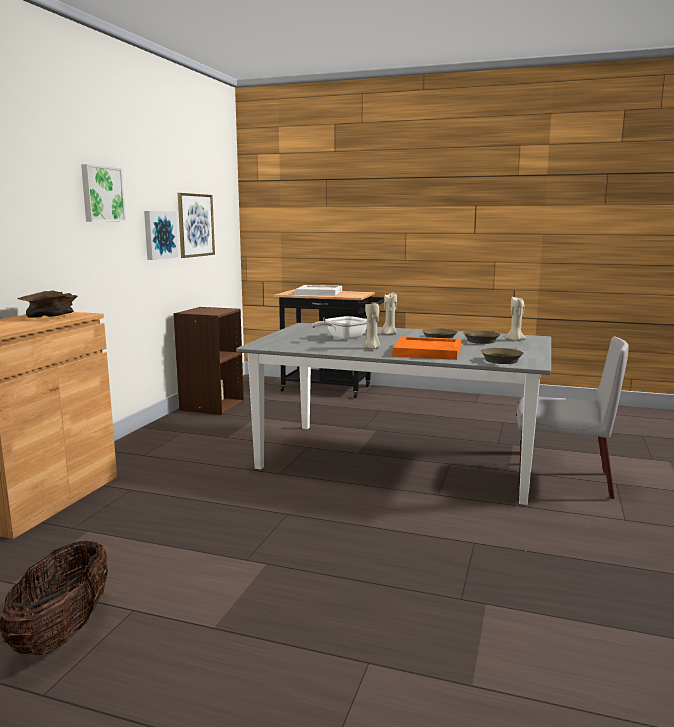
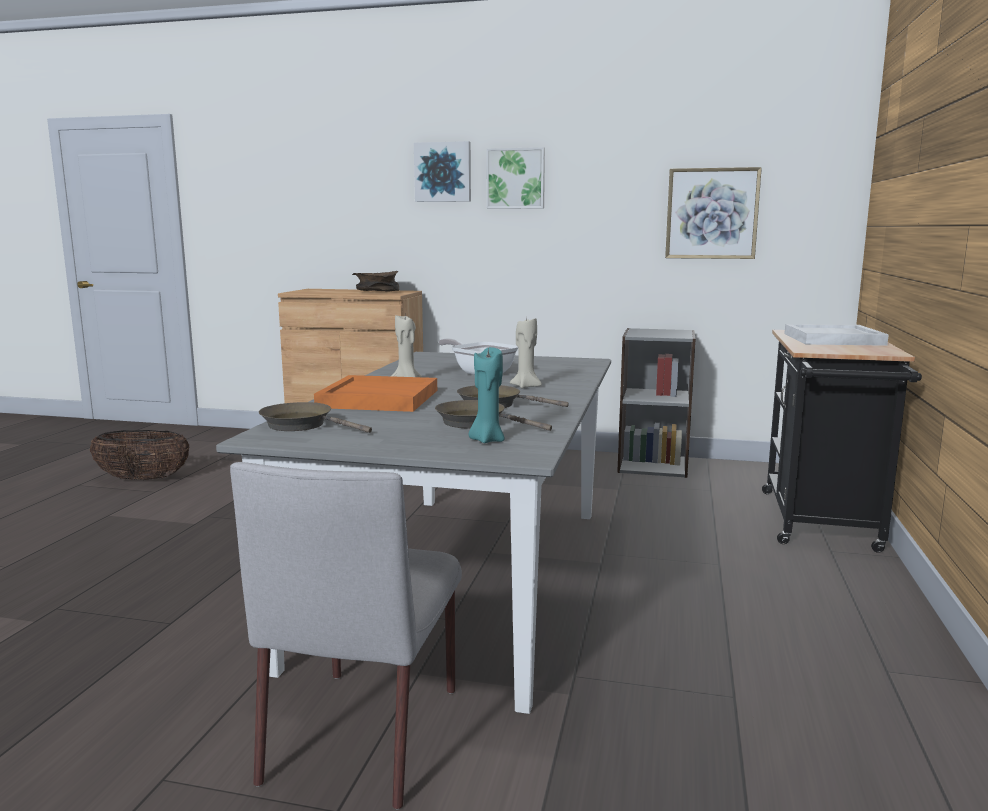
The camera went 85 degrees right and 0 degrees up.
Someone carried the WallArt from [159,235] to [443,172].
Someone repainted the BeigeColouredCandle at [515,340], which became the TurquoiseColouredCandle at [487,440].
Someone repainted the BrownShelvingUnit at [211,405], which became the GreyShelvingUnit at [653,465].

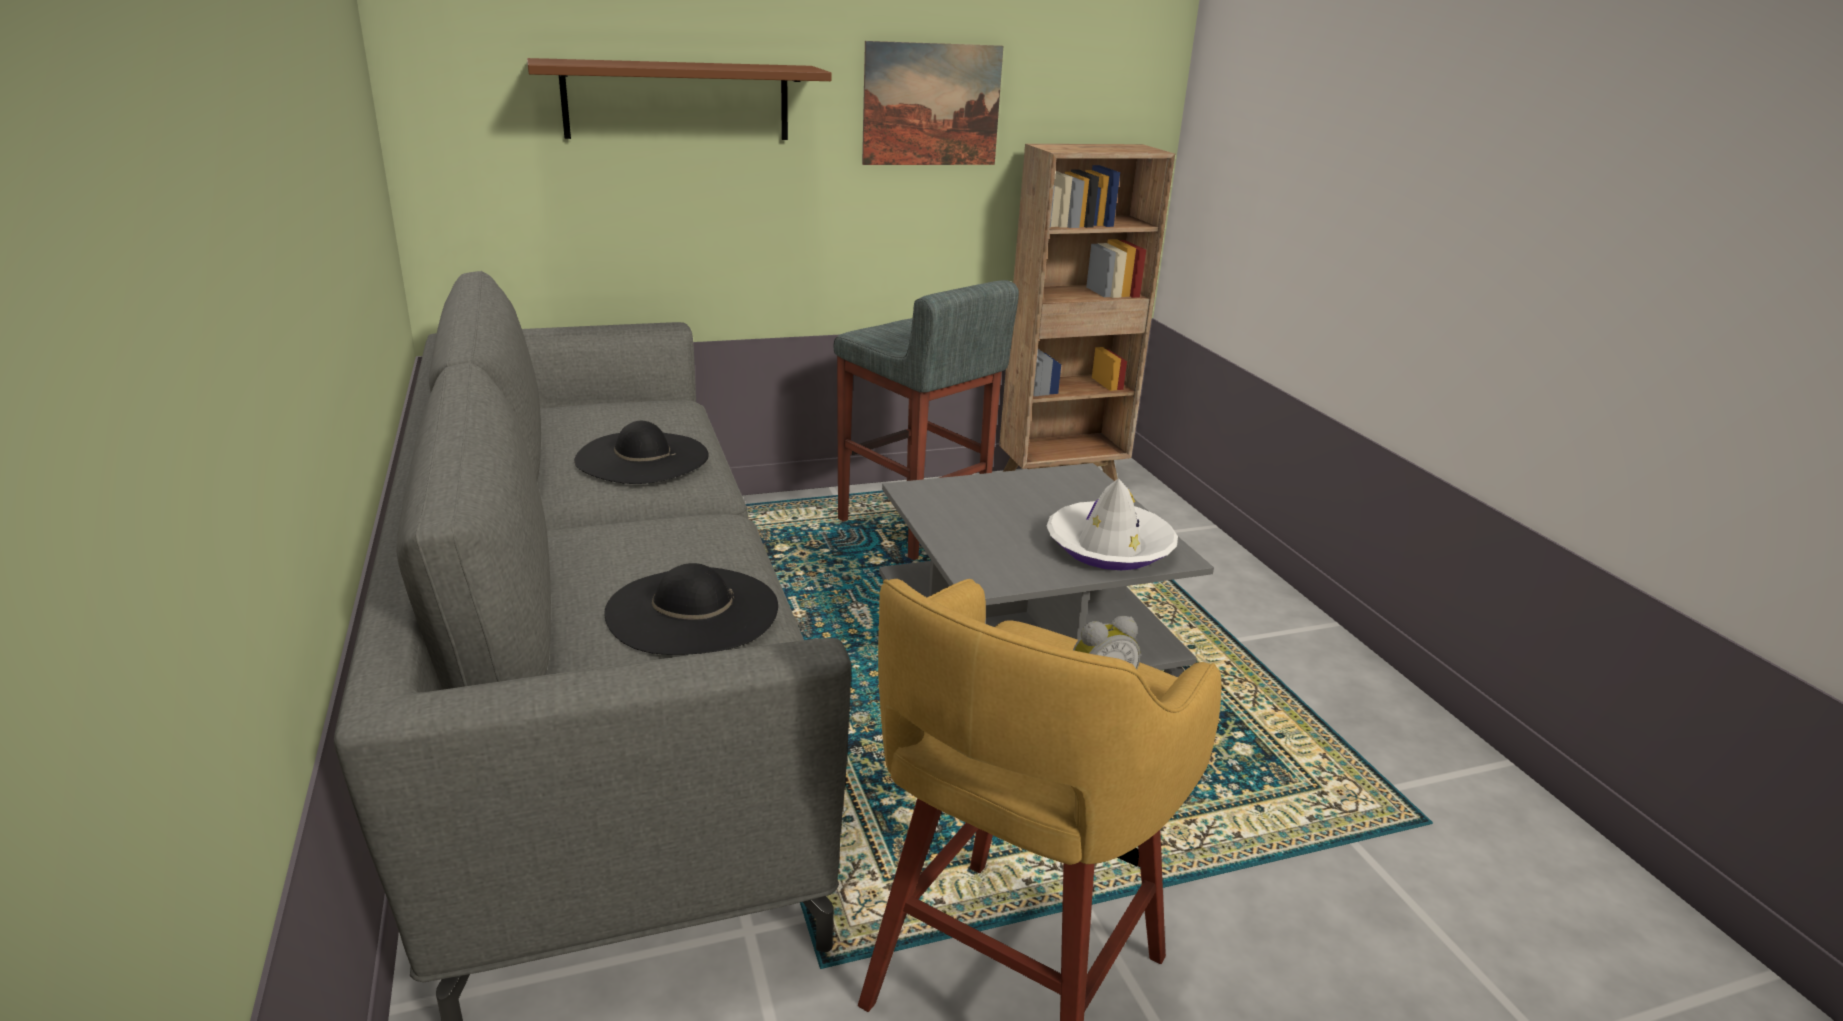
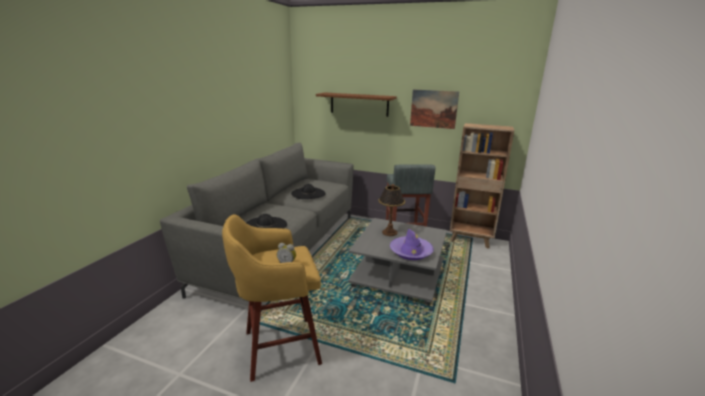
The camera went 40 degrees right and 5 degrees down.
Someone repainted the WhitishClothingHat at [1109,547], which became the PurplishClothingHat at [411,252].
Someone put down the TableLamp at [389,232].

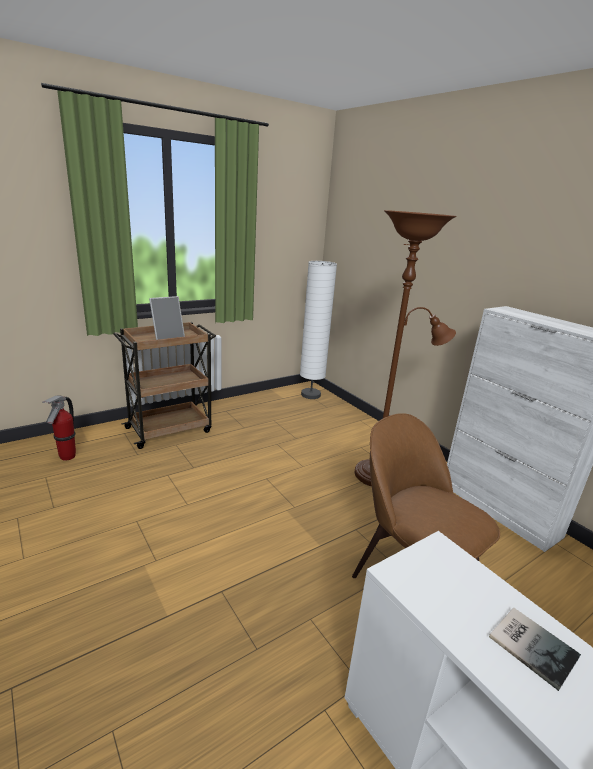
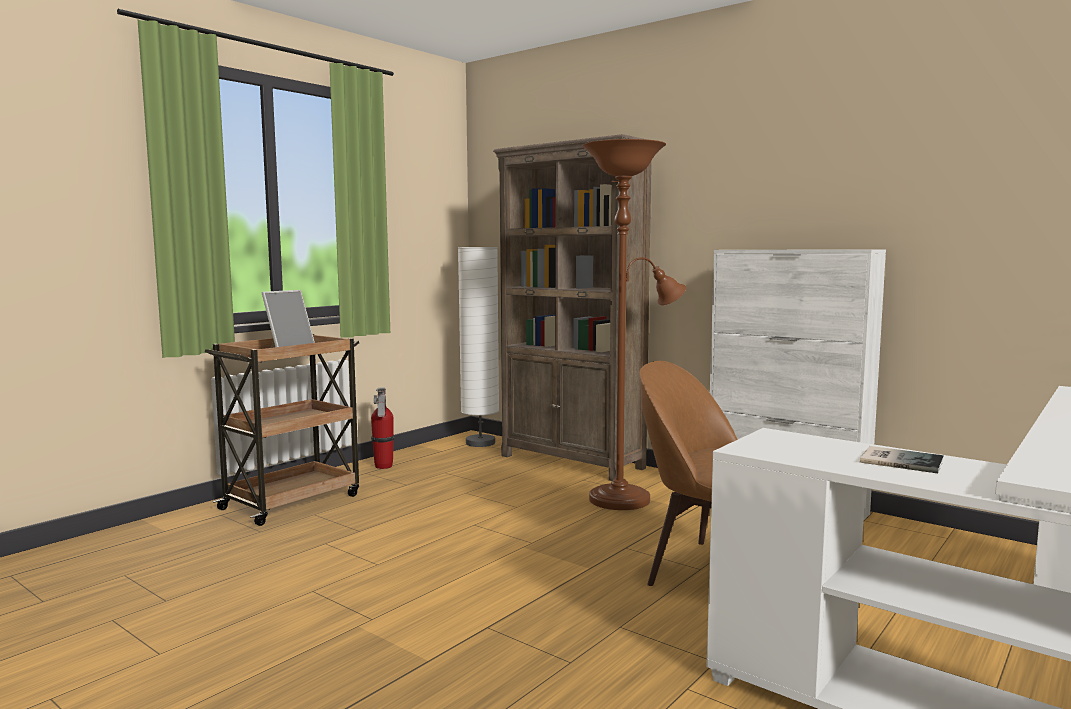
The camera went 15 degrees left and 15 degrees down.
Someone carried the FireExtinguisher from [67,457] to [383,466].
Someone put down the BrownShelvingUnit at [572,462].

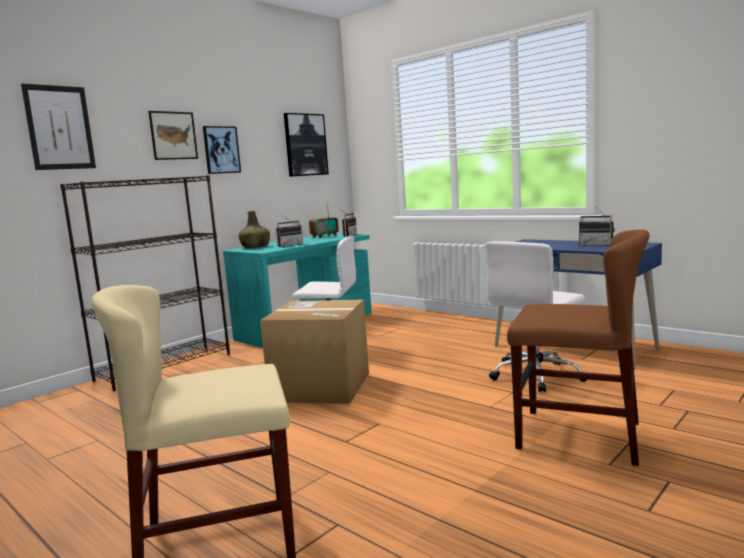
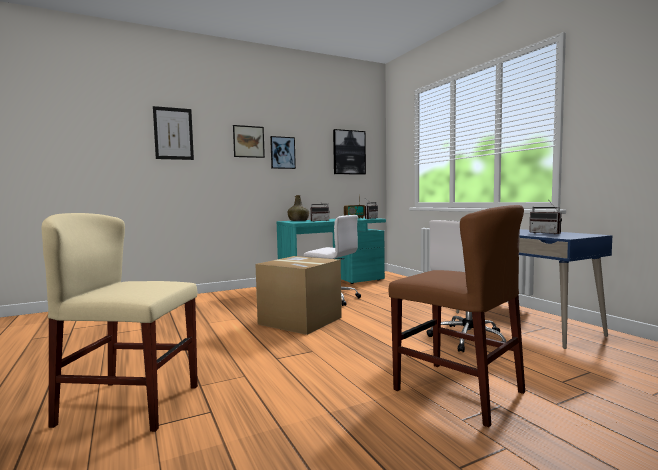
The camera went 20 degrees right and 5 degrees down.
Someone took away the BlackColouredShelvingUnit at [165,366].

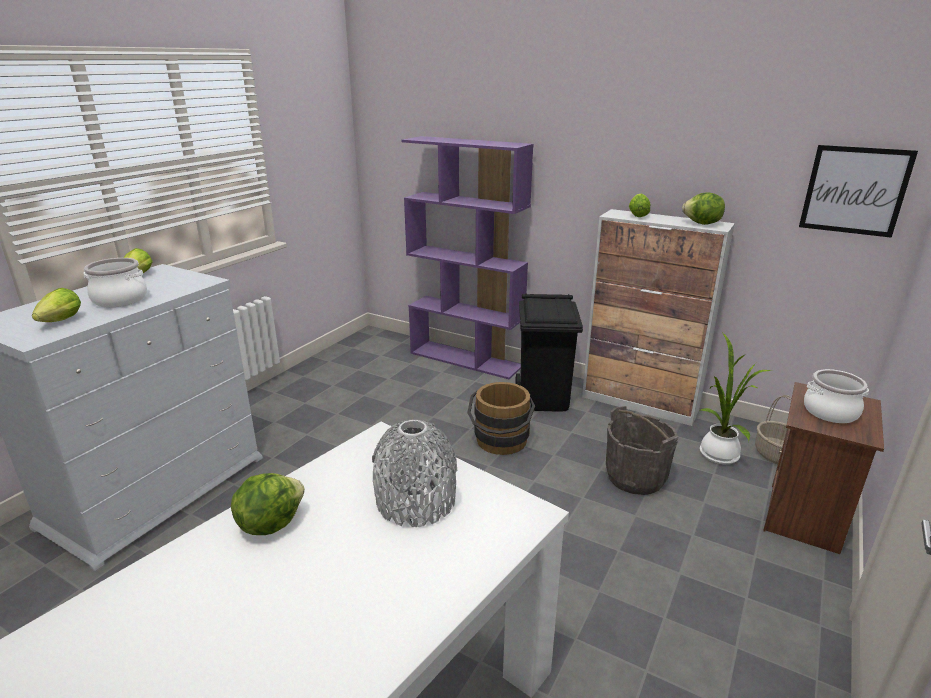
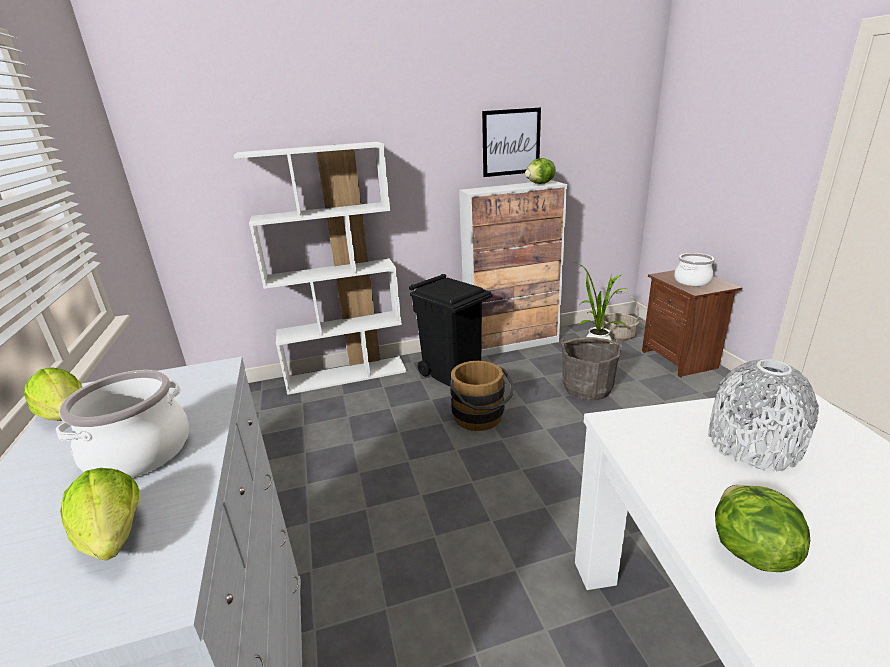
The camera went 45 degrees left and 0 degrees up.
Someone repainted the PurplishShelvingUnit at [466,359], which became the WhitishShelvingUnit at [347,374].
Someone carried the WallArt from [854,190] to [511,142].
Someone took away the Lettuce at [637,215].

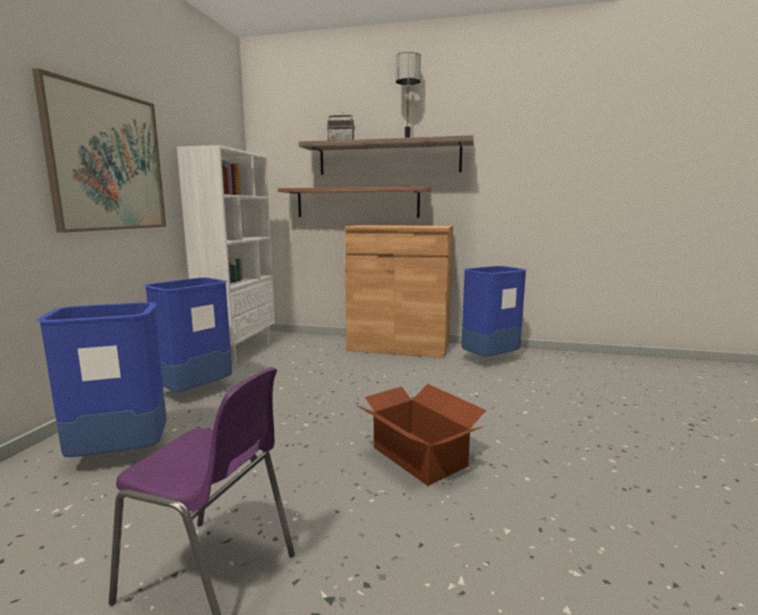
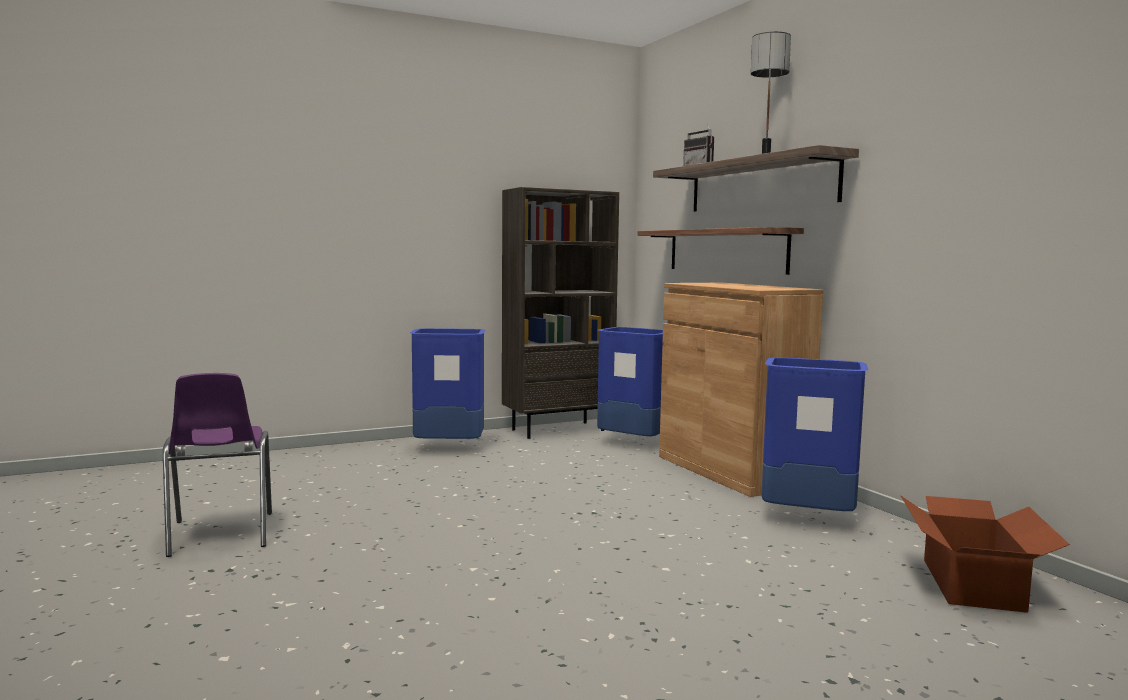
The camera went 50 degrees right and 5 degrees down.
Someone took away the WallArt at [107,161].
Someone repainted the WhitishShelvingUnit at [238,352], which became the BrownShelvingUnit at [558,430].
Someone carried the BlueColouredTrashCan from [120,455] to [633,443].
Someone carried the Carton from [419,456] to [973,584].

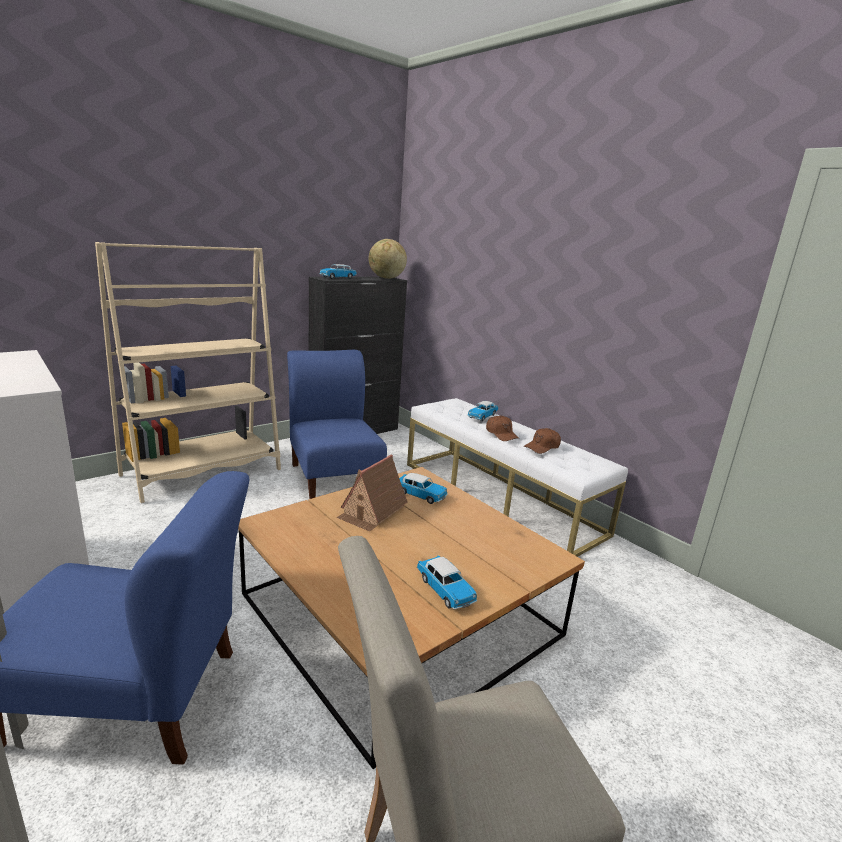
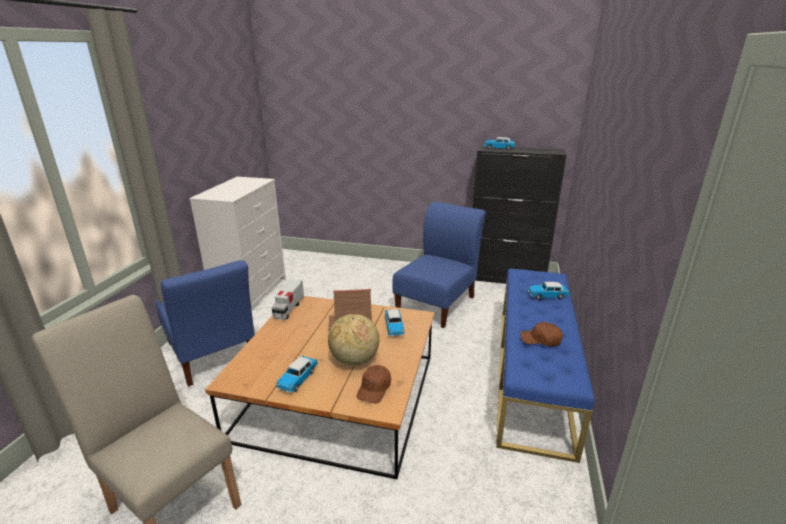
The camera went 55 degrees right and 5 degrees up.
Someone carried the WorldGlobe from [386,278] to [354,360].
Someone took away the BeigeColouredShelvingUnit at [203,472].
Someone repainted the WhitishIndoorBench at [500,497], which became the BlueColouredIndoorBench at [532,374].
Someone carried the BrownPeakedCap from [501,434] to [374,389].
Someone put down the ToyTruck at [289,309].

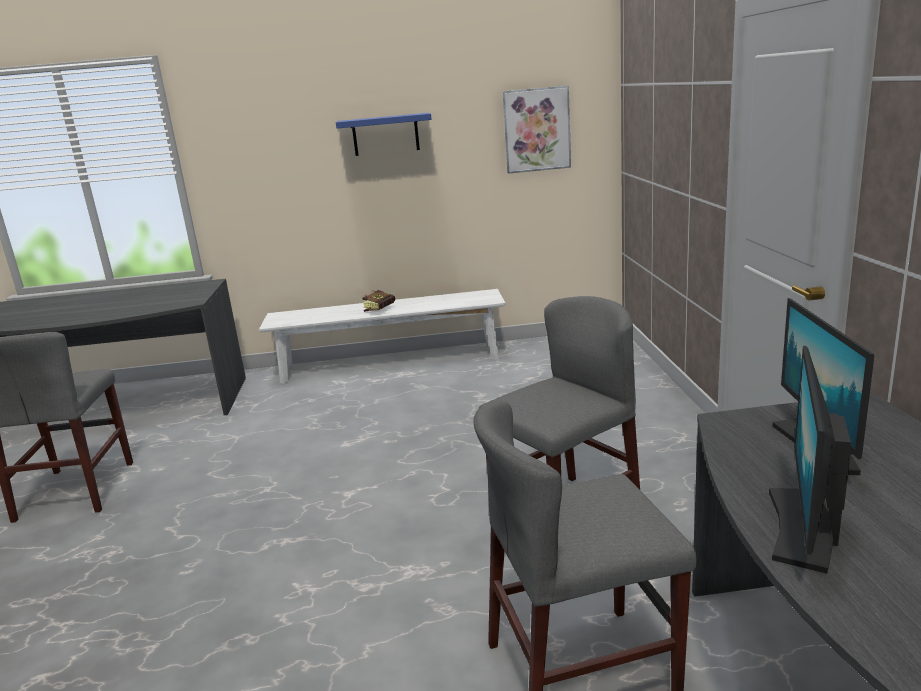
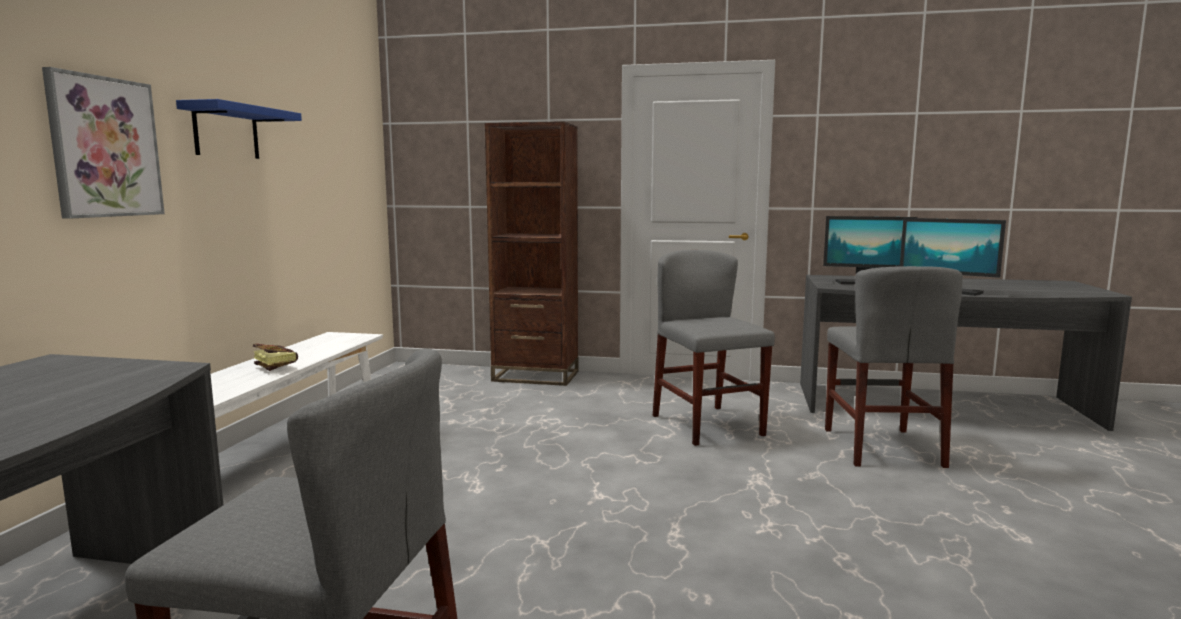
The camera went 75 degrees left and 10 degrees down.
Someone carried the WallArt from [536,129] to [105,147].
Someone put down the BrownShelvingUnit at [535,376].

